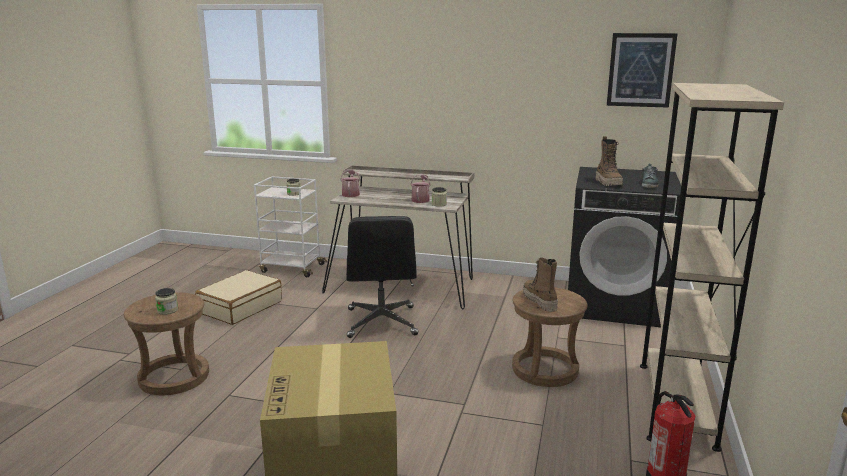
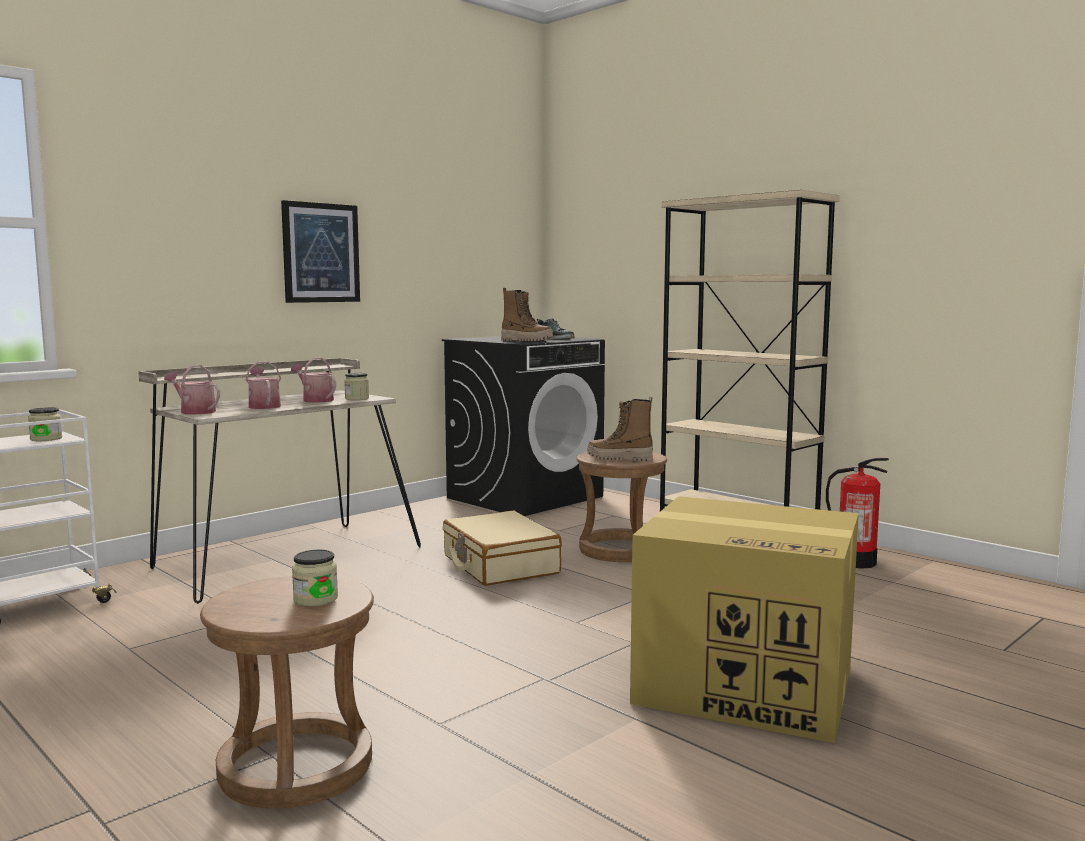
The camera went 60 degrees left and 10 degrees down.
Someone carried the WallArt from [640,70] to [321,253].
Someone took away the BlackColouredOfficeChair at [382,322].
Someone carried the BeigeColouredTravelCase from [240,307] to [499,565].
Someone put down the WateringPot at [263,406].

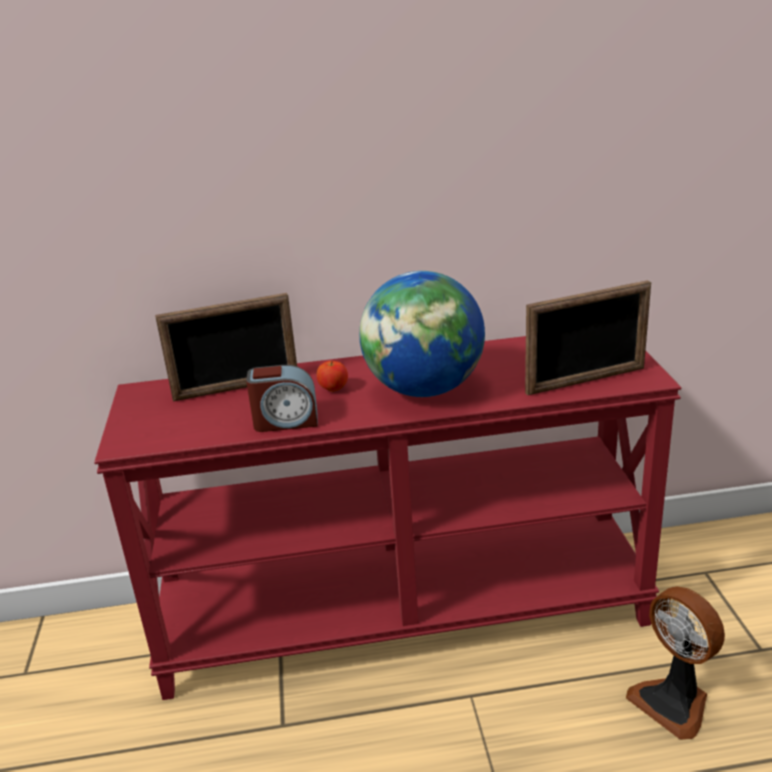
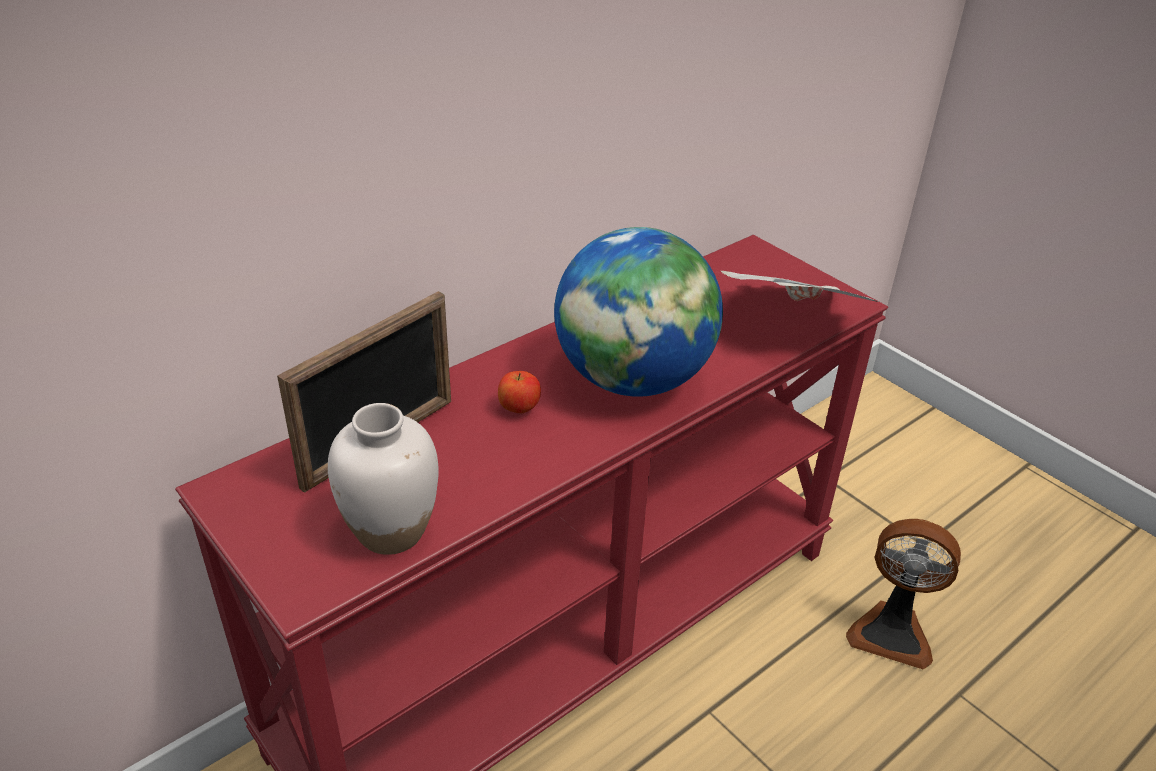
The camera went 35 degrees left and 10 degrees up.
Someone swapped the StandingFrame at [586,381] for the Newspaper at [793,321].
Someone took away the AlarmClock at [285,421].
Someone put down the WhitishFlowerVase at [390,532].

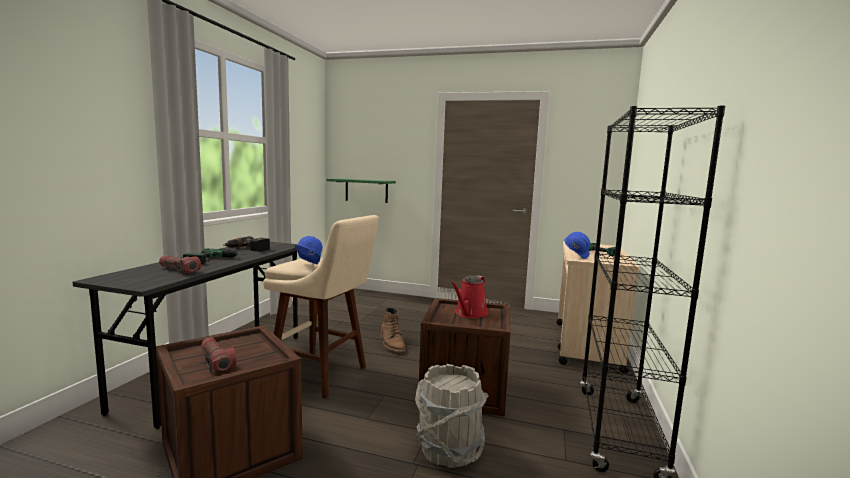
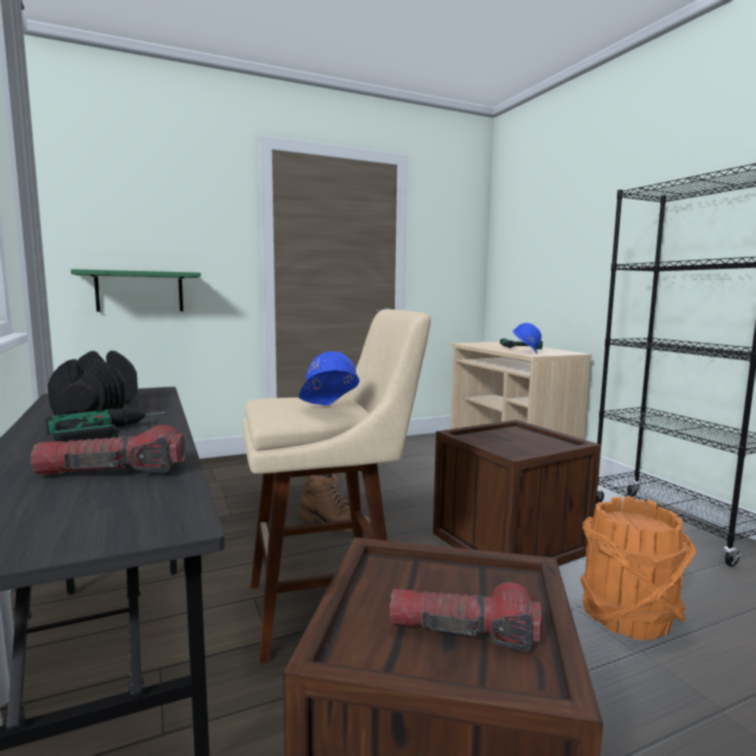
The camera went 40 degrees left and 0 degrees up.
Someone swapped the ElectricDrill at [247,249] for the BlackColouredFreeWeight at [98,409].
Someone took away the RedColouredWateringPot at [469,314].
Someone repainted the GreyBucket at [448,449], which became the OrangeColouredBucket at [627,616].

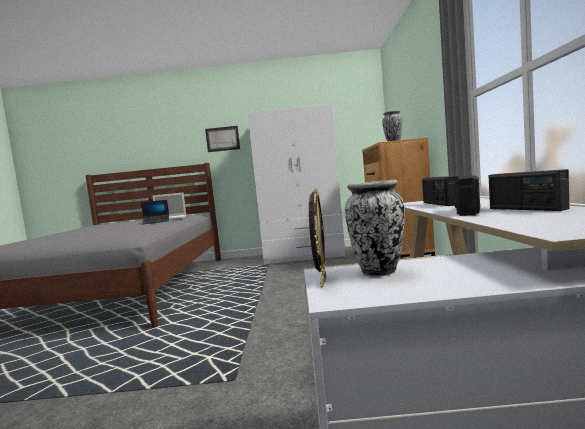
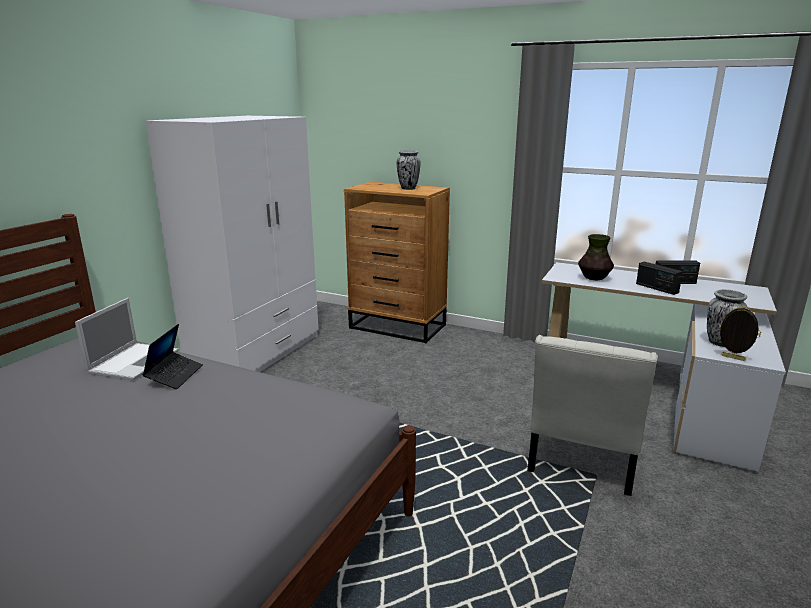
The camera went 65 degrees left and 15 degrees up.
Someone took away the WallArt at [222,139].
Someone swapped the RadioReceiver at [440,204] for the FlowerVase at [594,278].
Someone put down the WhitishChair at [581,459].

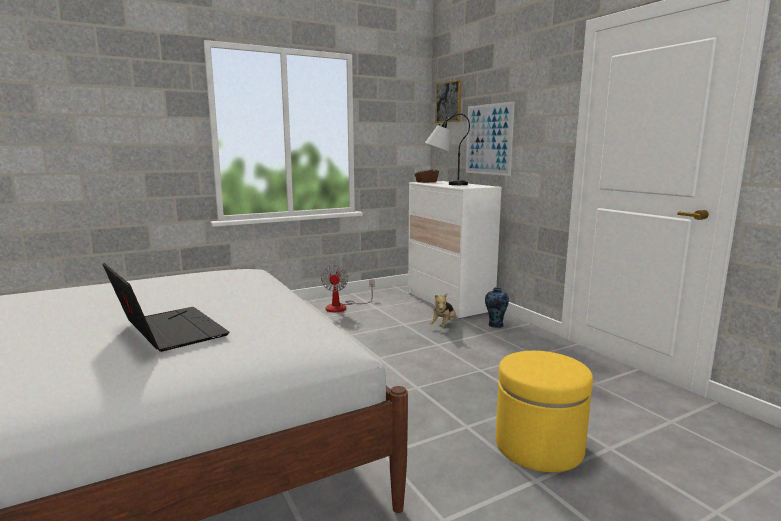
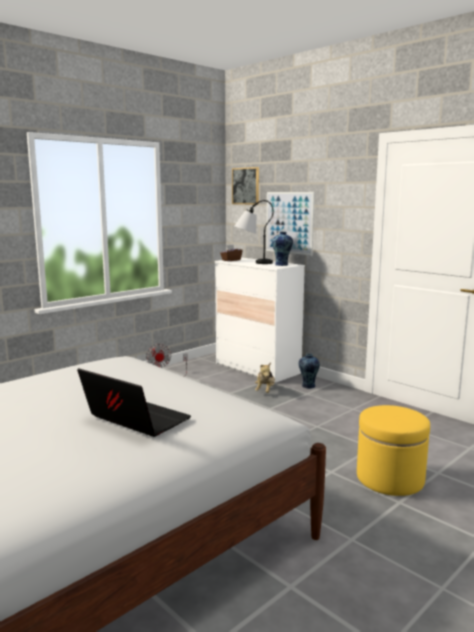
The camera went 15 degrees left and 0 degrees up.
Someone put down the FlowerVase at [282,265].

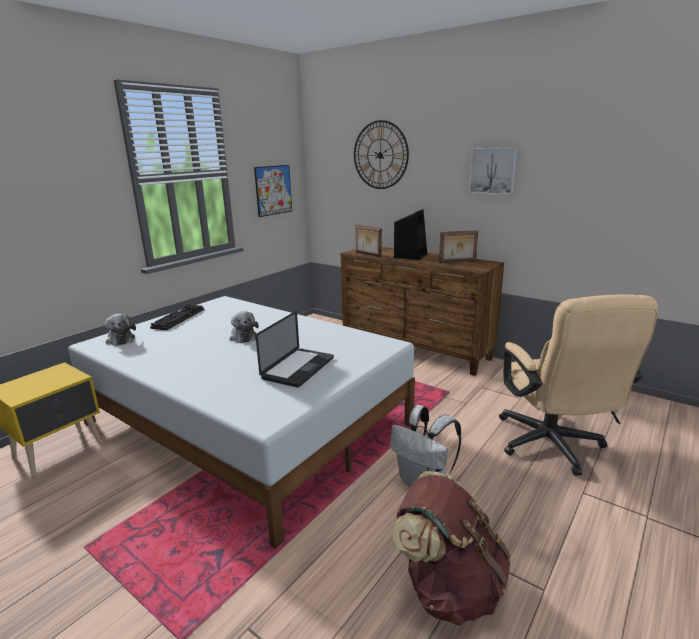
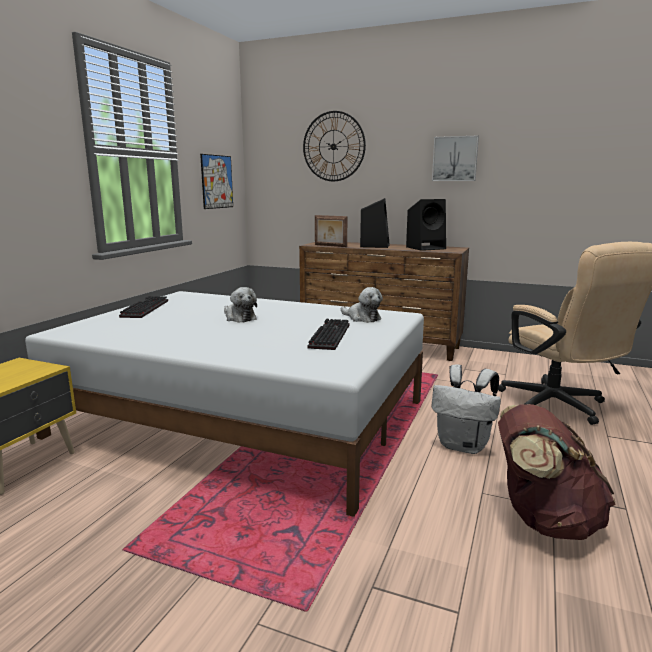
The camera went 15 degrees left and 5 degrees down.
Someone swapped the StandingFrame at [457,262] for the BlackColouredLoudspeaker at [426,248].
Someone swapped the PortableComputer at [298,368] for the Keyboard at [328,335].
Someone carried the CuddlyToy from [120,339] to [362,318].

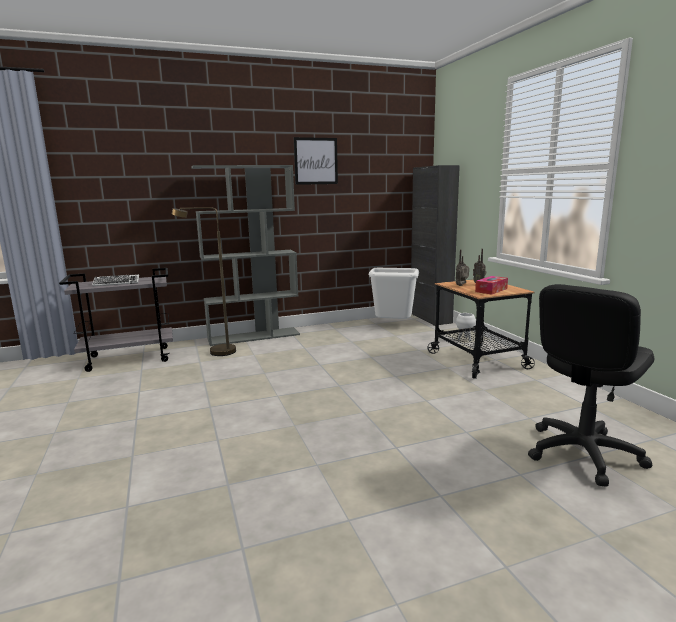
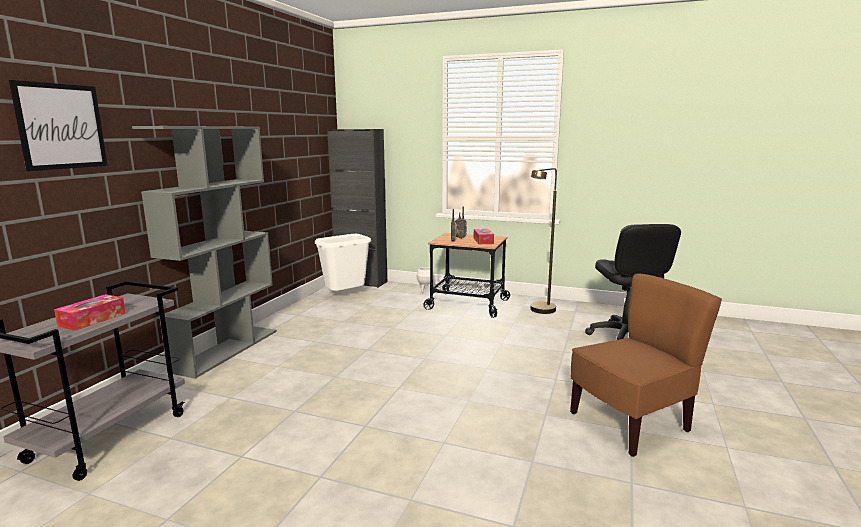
The camera went 50 degrees left and 0 degrees up.
Someone carried the WallArt from [316,161] to [61,126].
Someone carried the BrownStandardLamp from [215,352] to [540,311].
Someone swapped the Keyboard at [116,283] for the BoxOfTissues at [92,319].
Someone put down the BrownChair at [630,423].

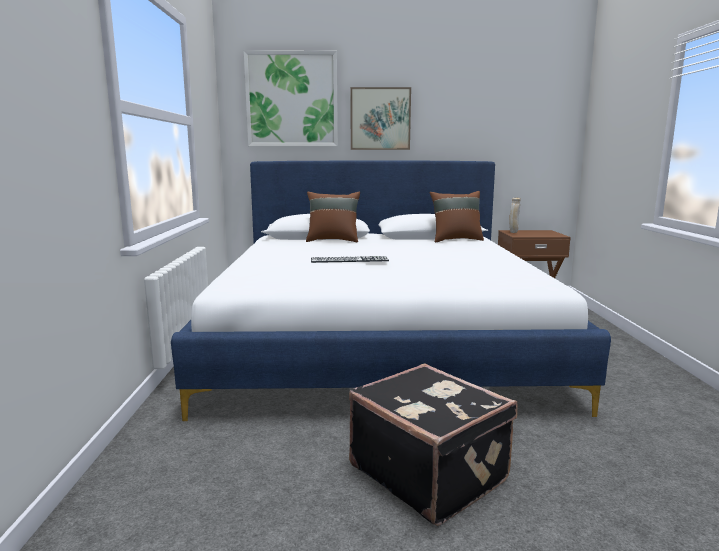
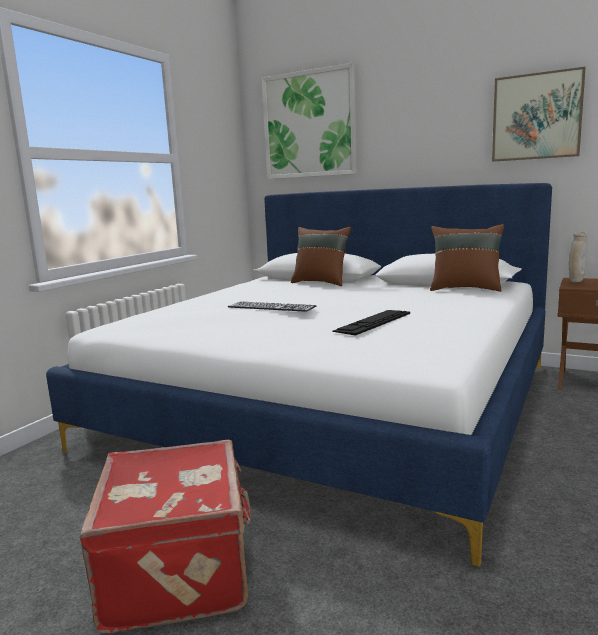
The camera went 30 degrees right and 0 degrees up.
Someone carried the WallArt from [380,119] to [536,117].
Someone repainted the BlackColouredTravelCase at [429,472], which became the RedColouredTravelCase at [180,570].
Someone put down the Keyboard at [373,322].

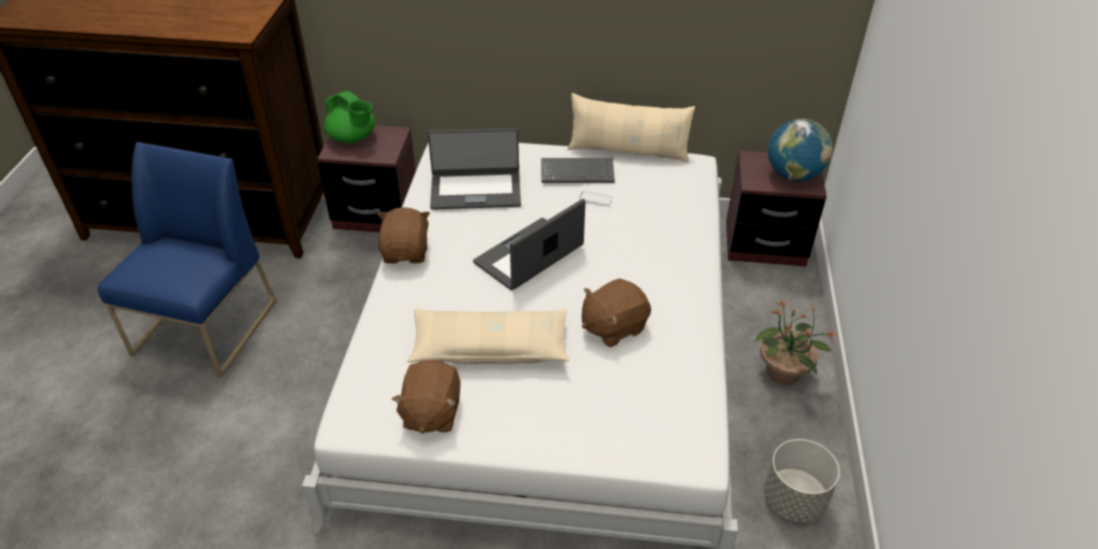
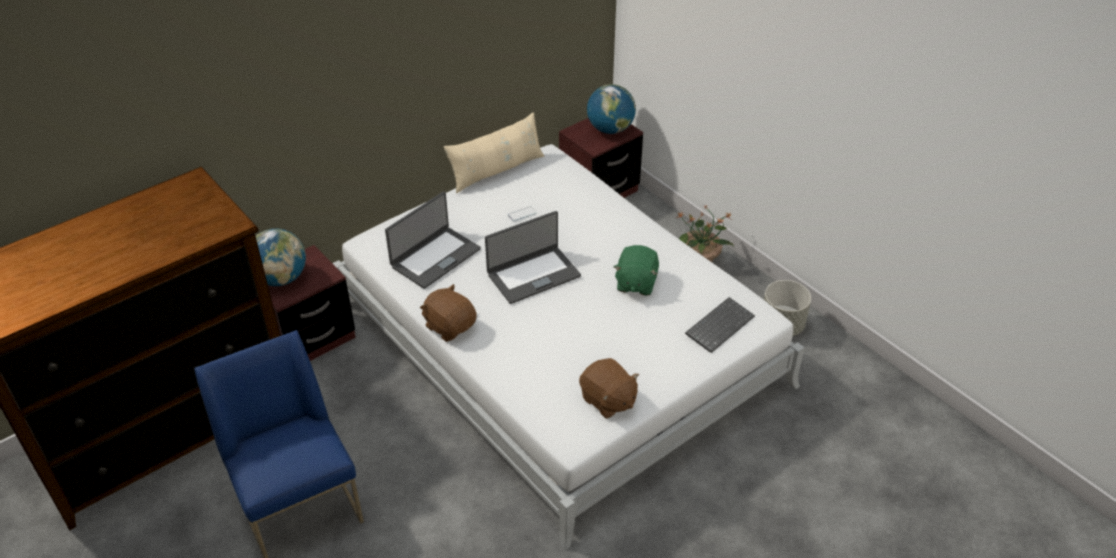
The camera went 45 degrees left and 0 degrees up.
Someone swapped the GreenTeaPot at [353,138] for the WorldGlobe at [281,278].
Someone carried the Keyboard from [578,171] to [719,325].
Someone rotated the PortableComputer at [530,255] by 120 degrees counterclockwise.
Someone repainted the BrownCuddlyToy at [613,327], which became the GreenCuddlyToy at [635,283].
Someone took away the BeigeColouredThrowPillow at [490,347].

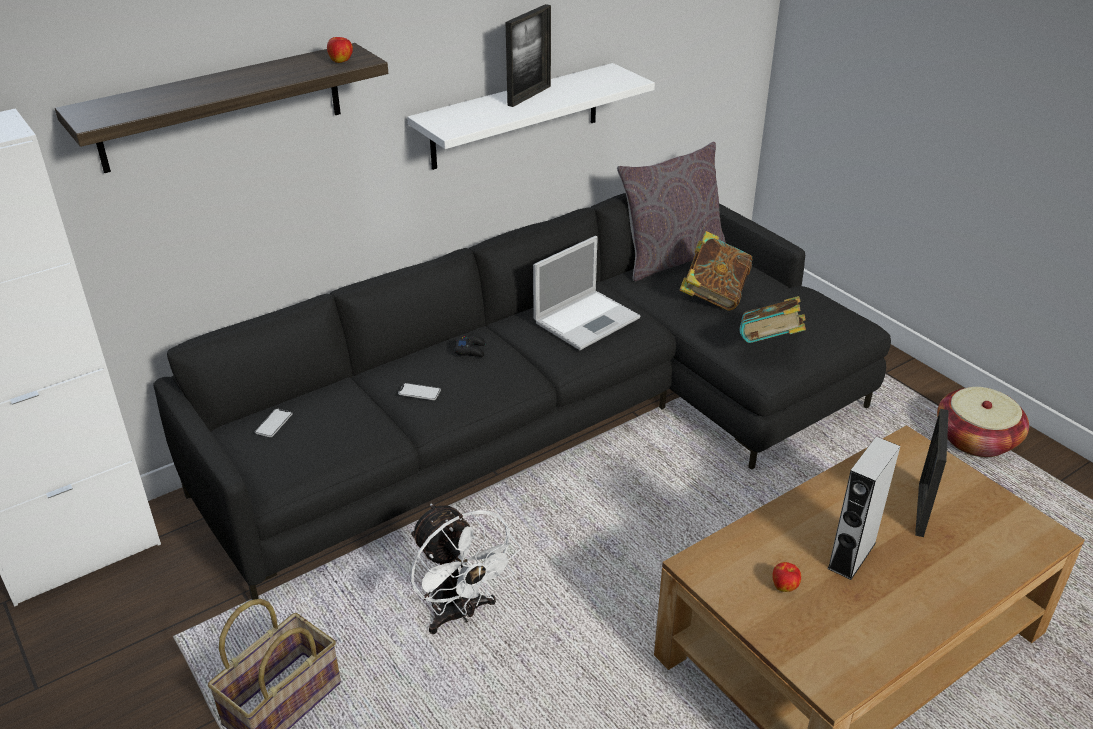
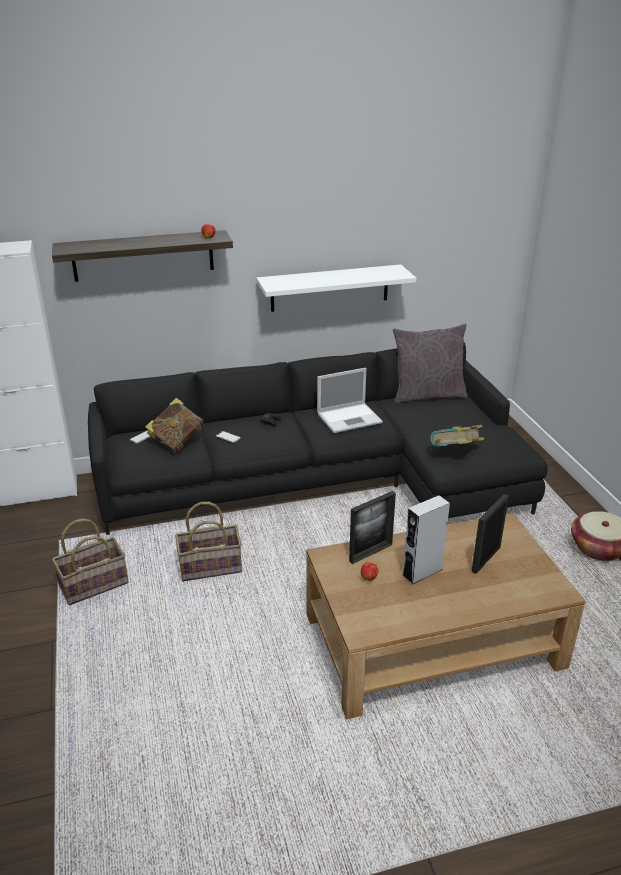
The camera went 20 degrees right and 5 degrees down.
Someone carried the StandingFrame from [529,95] to [370,553].
Someone carried the BoundBook from [714,295] to [177,442].
Someone swapped the WhitishCoolingFan at [460,613] for the HouseholdBasket at [210,566].

